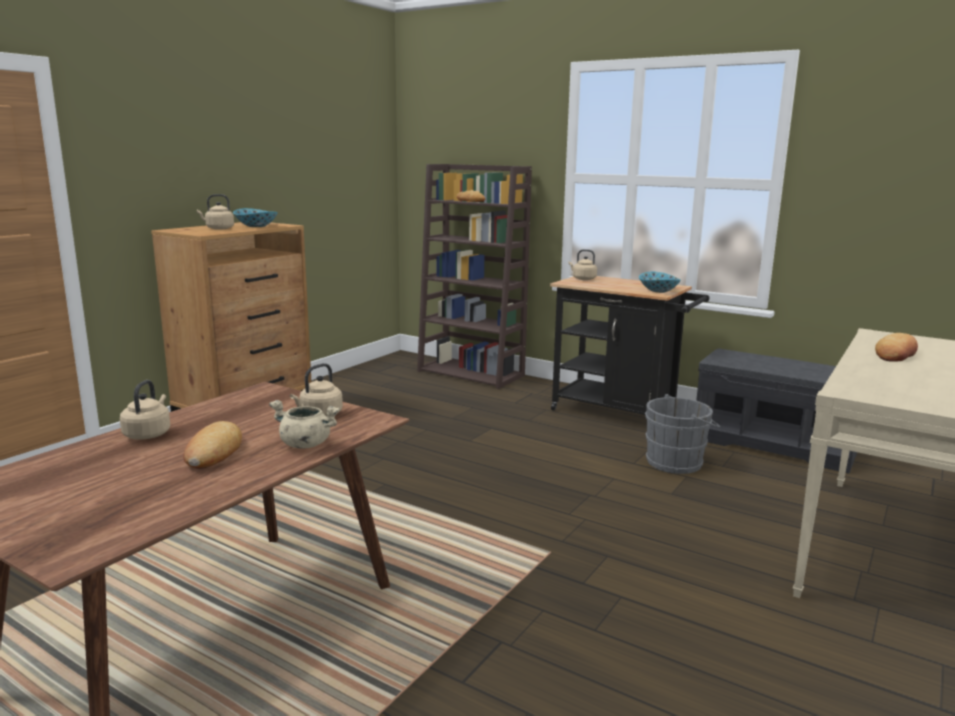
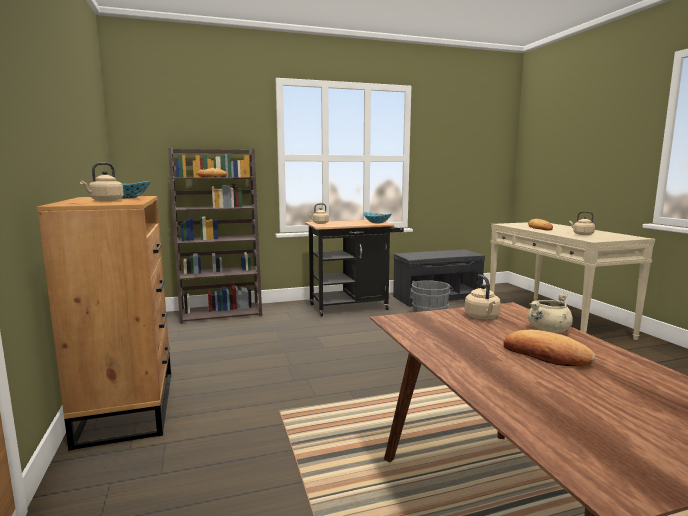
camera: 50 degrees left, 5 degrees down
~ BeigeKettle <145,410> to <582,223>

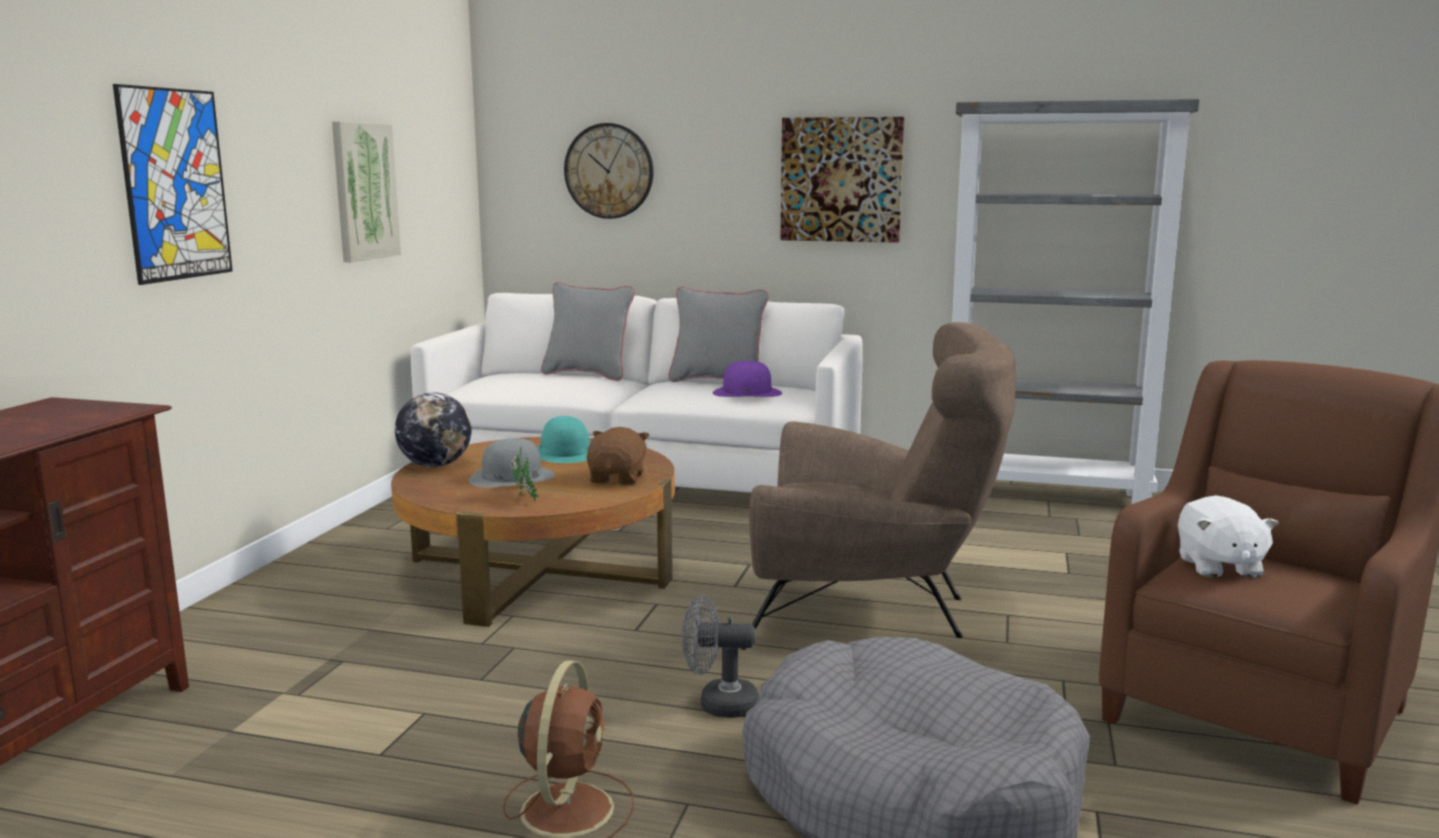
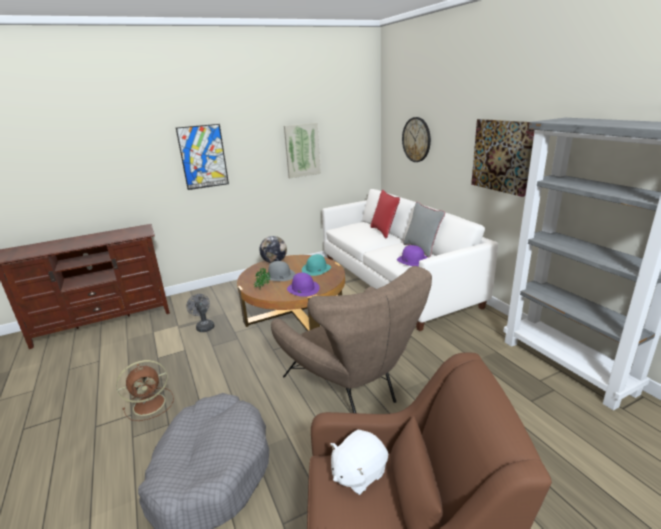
camera: 50 degrees right, 10 degrees up
~ GreyFan <720,656> to <200,313>
~ BrownPlushToy <617,456> to PurpleHat <303,285>
~ GreyPillow <588,331> to RedPillow <385,214>

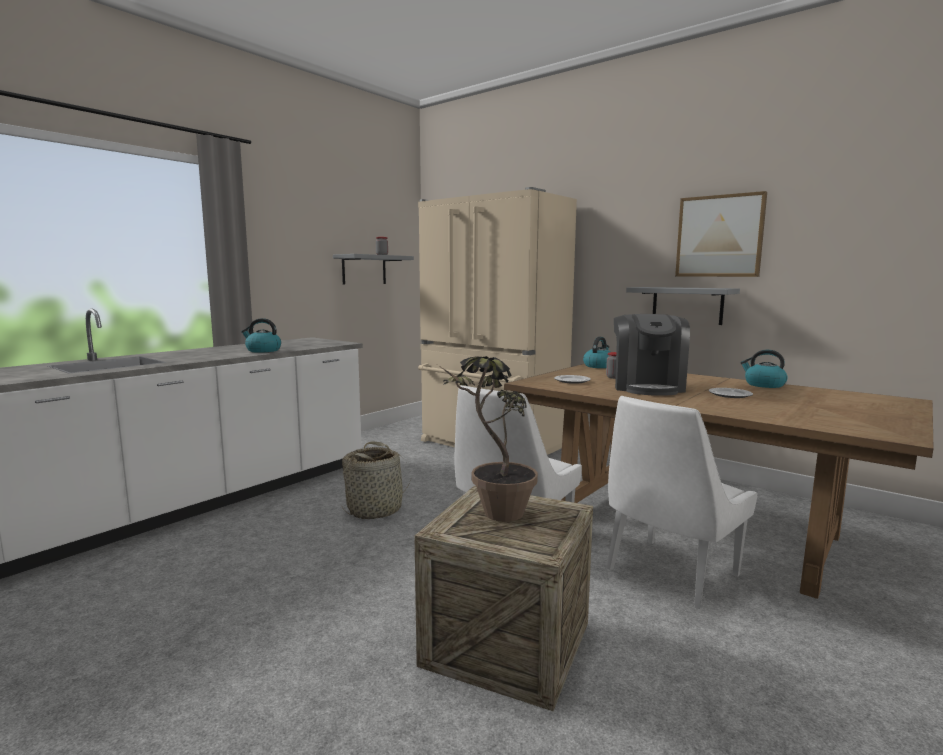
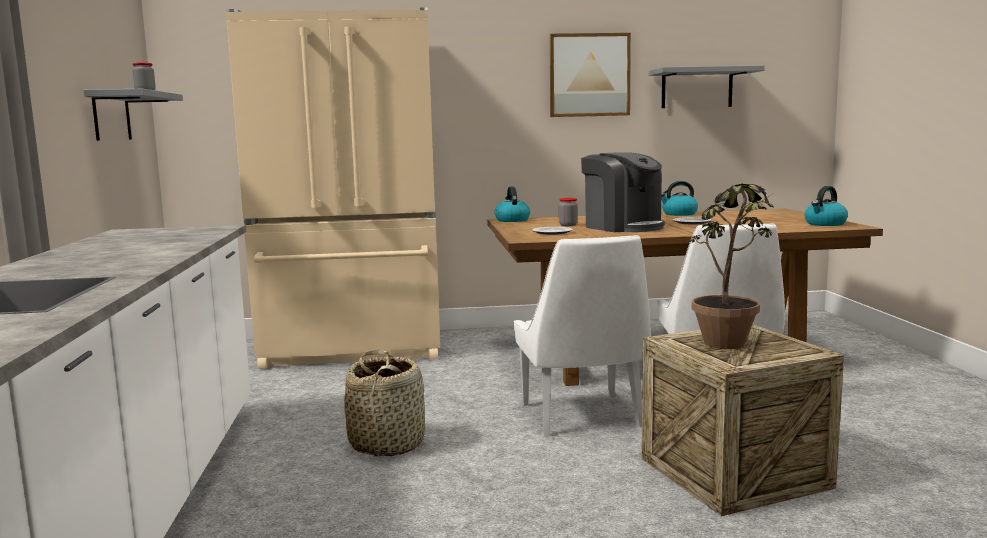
camera: 45 degrees left, 0 degrees up
~ GreyShelf <683,306> to <707,86>
~ Kettle <261,335> to <826,206>

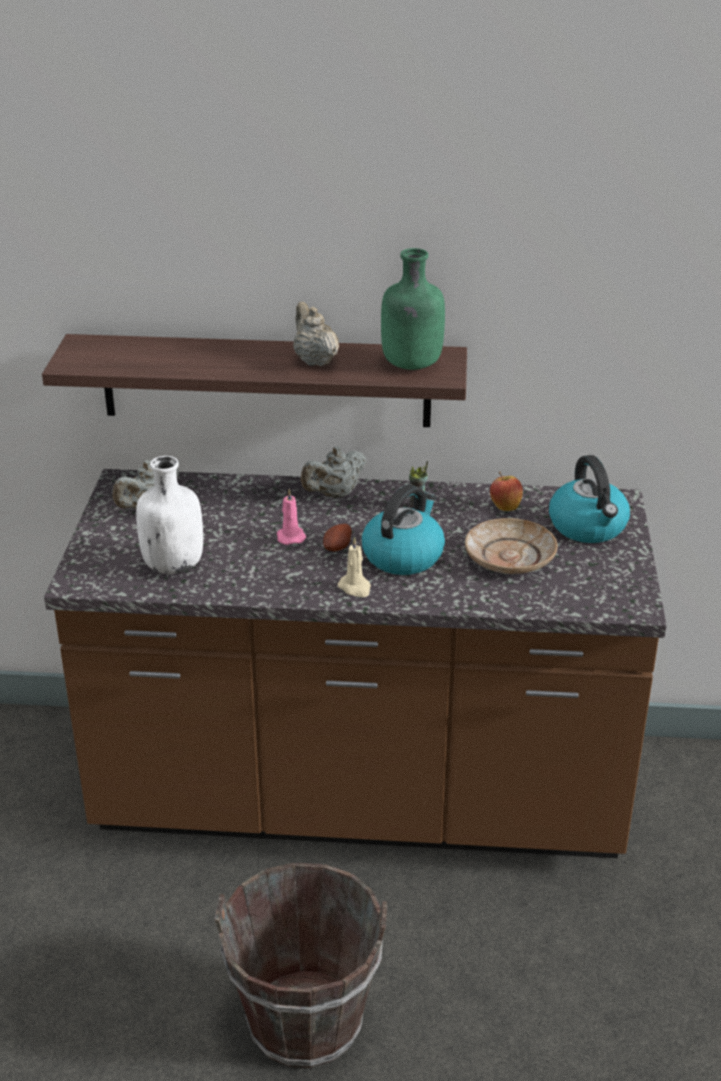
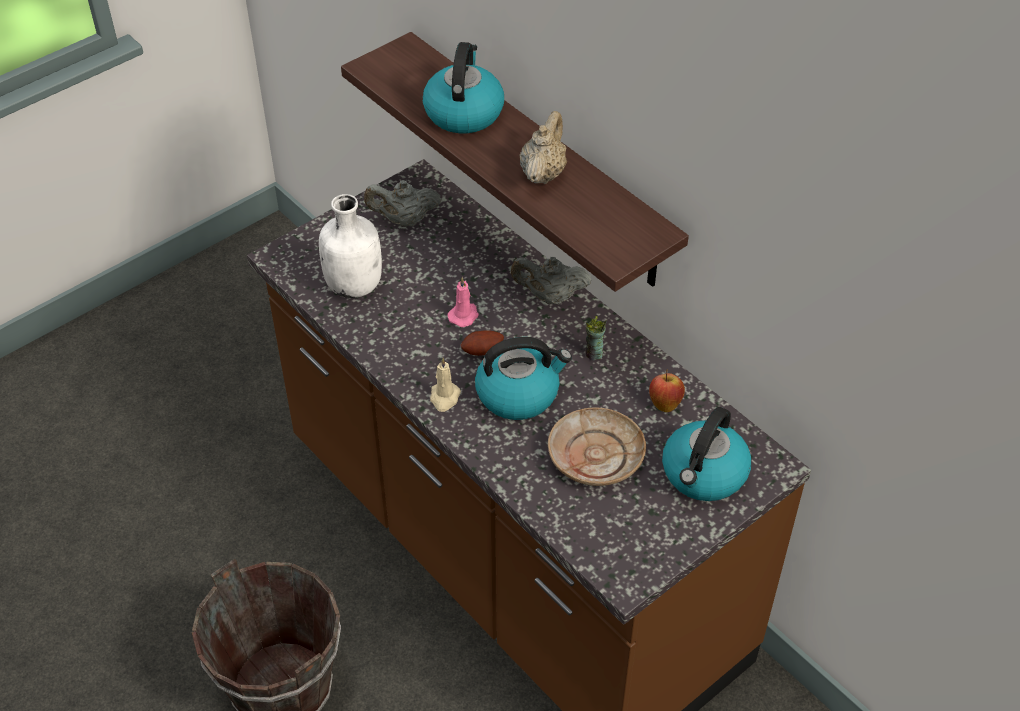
camera: 45 degrees right, 15 degrees up
+ Kettle <463,87>
- GreenBottle <413,309>

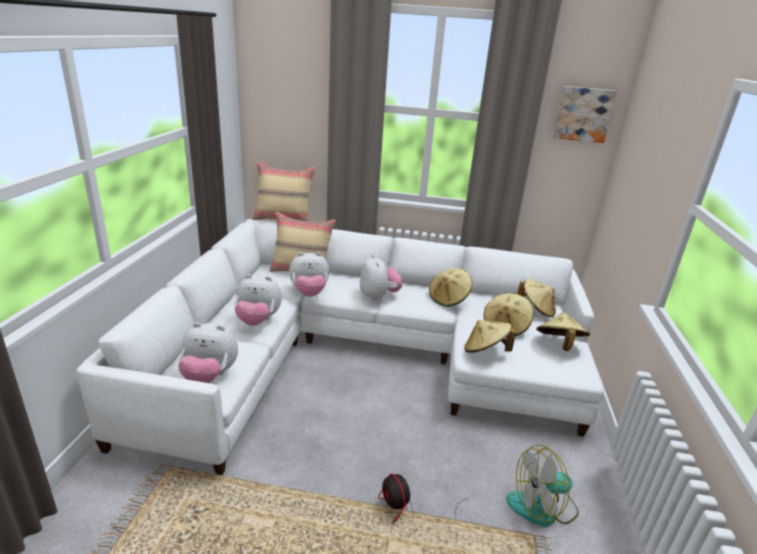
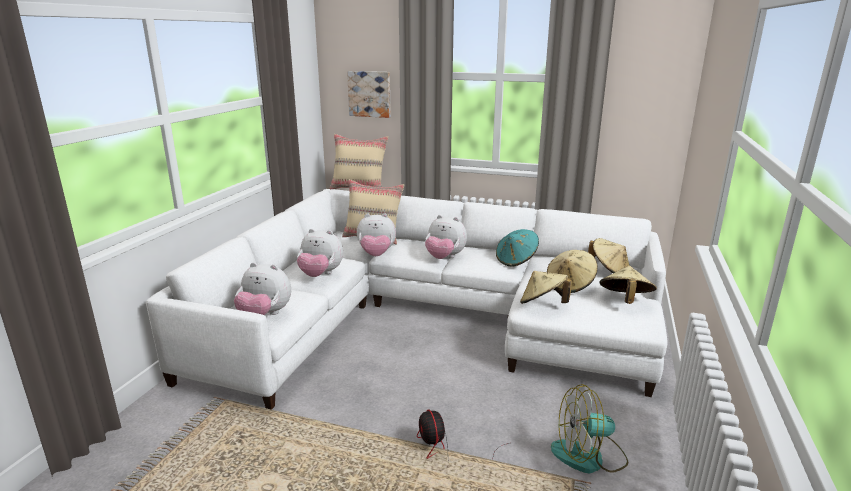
camera: 10 degrees right, 5 degrees down
~ Picture <585,114> to <369,94>
~ PlushToy <381,278> = <446,237> 120 degrees clockwise
~ BeigeHat <450,287> to TurquoiseHat <517,248>

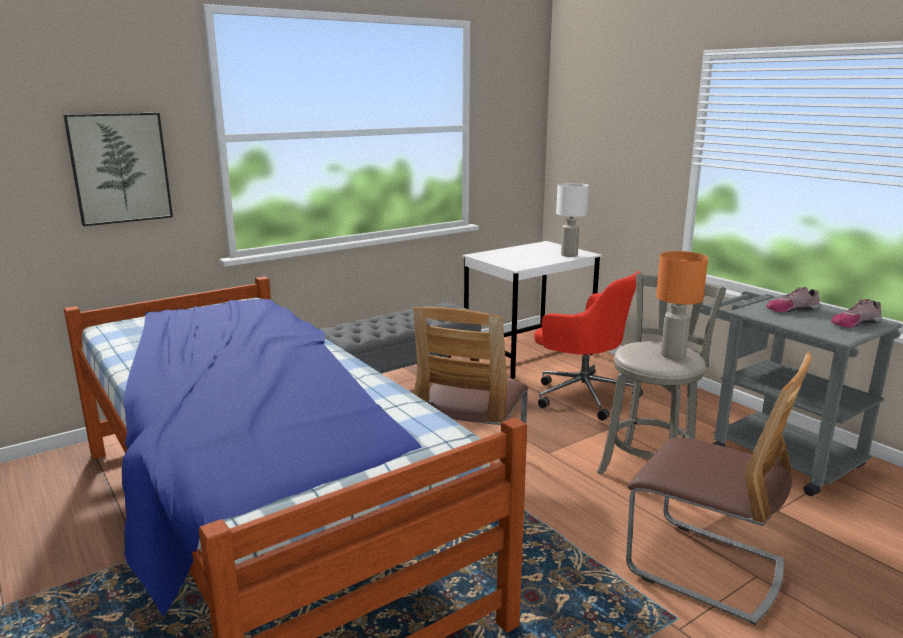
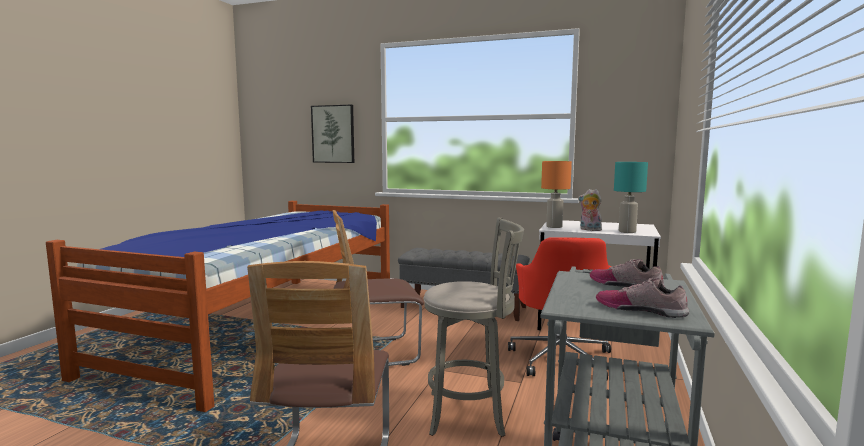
camera: 55 degrees right, 10 degrees down
~ OrangeTableLamp <682,305> to <556,194>
+ PlushToy <590,210>
~ WhiteTableLamp <572,220> to TurquoiseTableLamp <631,197>

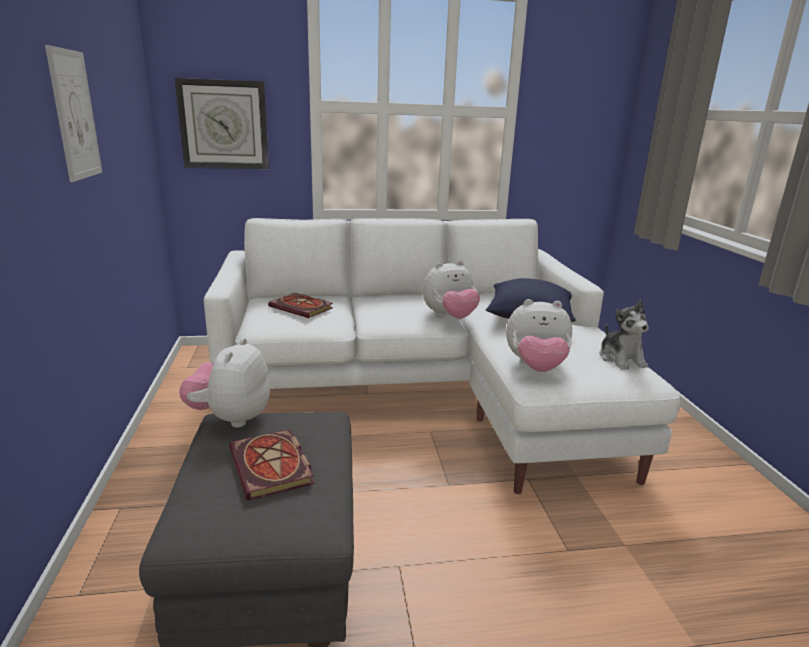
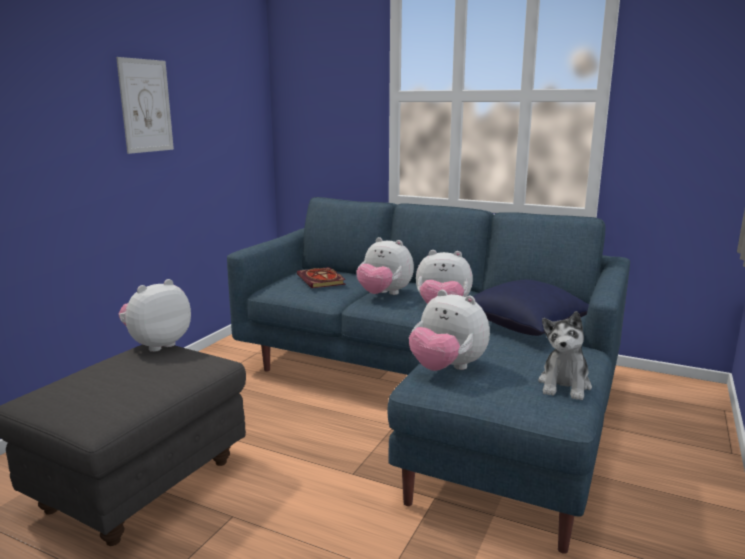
camera: 35 degrees right, 5 degrees down
~ WhiteSofa <442,356> to BlueSofa <428,375>
+ PlushToy <385,266>
- WallClock <222,123>
- Book <271,465>

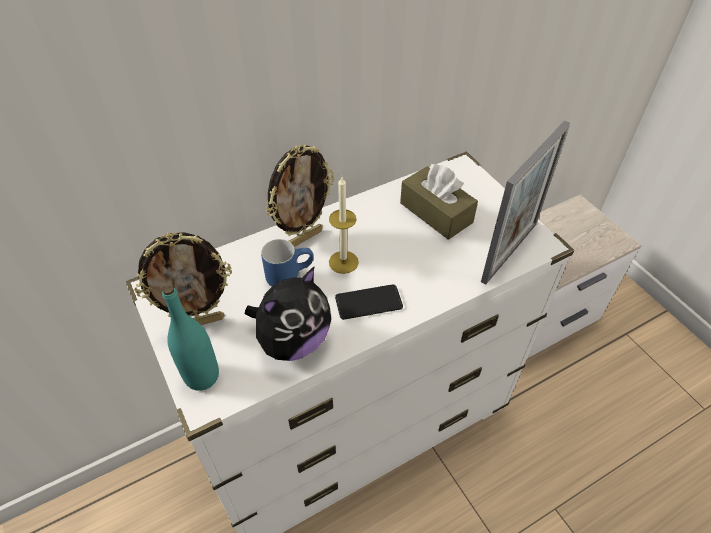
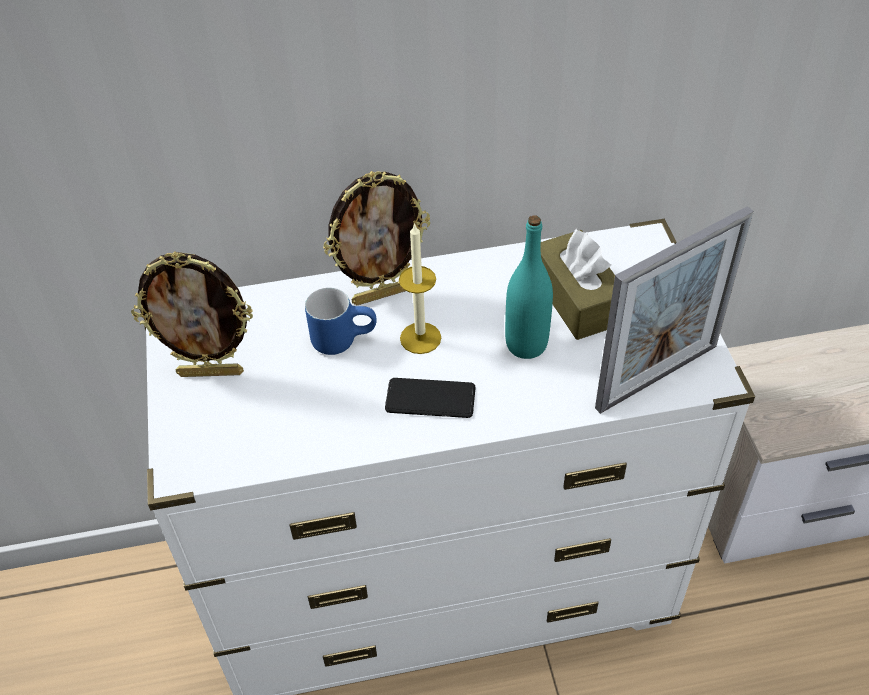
camera: 20 degrees right, 0 degrees up
~ TurquoiseBottle <190,338> to <529,287>
- PlushToy <288,314>

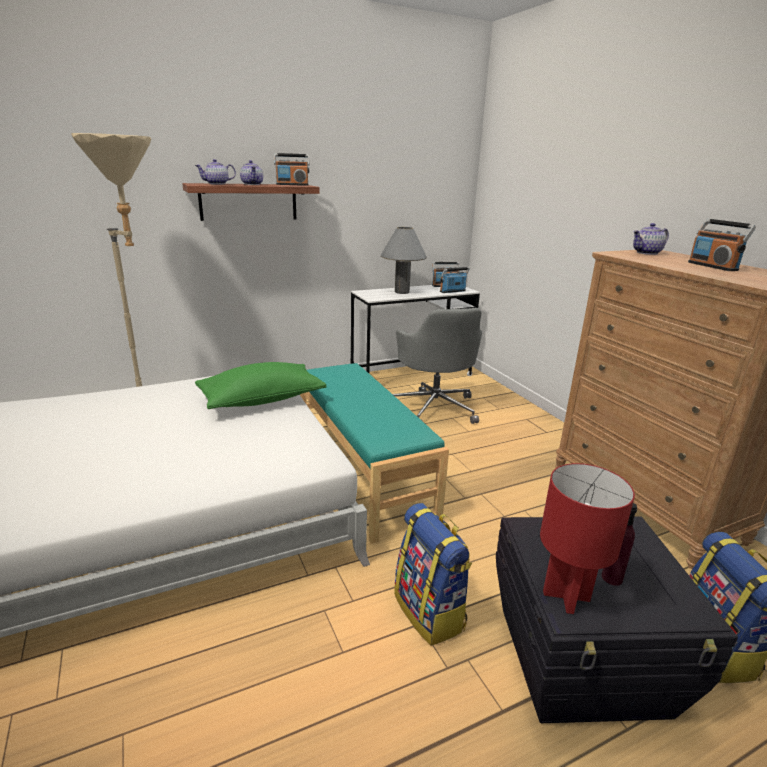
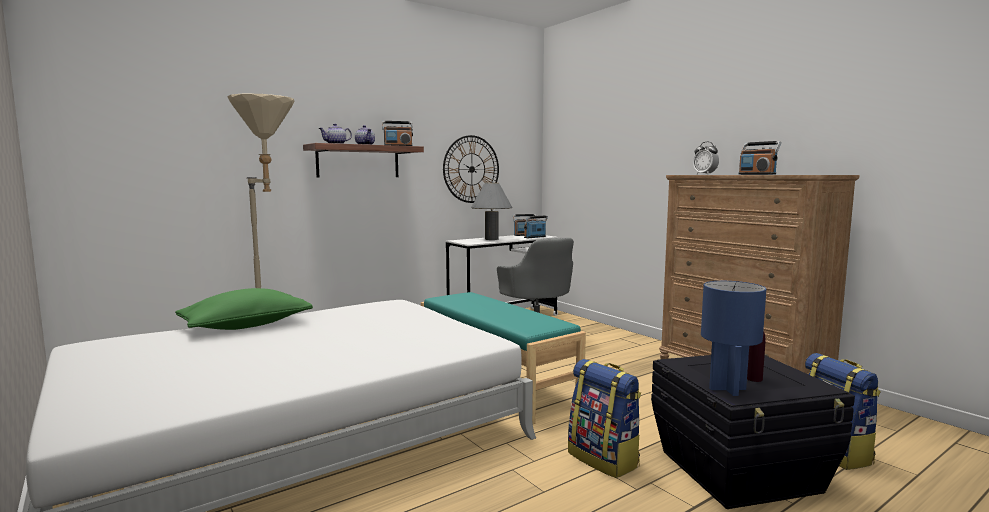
camera: 10 degrees left, 15 degrees down
~ GreenPillow <260,385> to <244,309>
+ WallClock <471,169>
~ Teapot <651,239> to AlarmClock <706,158>
~ RedTableLamp <587,538> to BlueTableLamp <733,338>

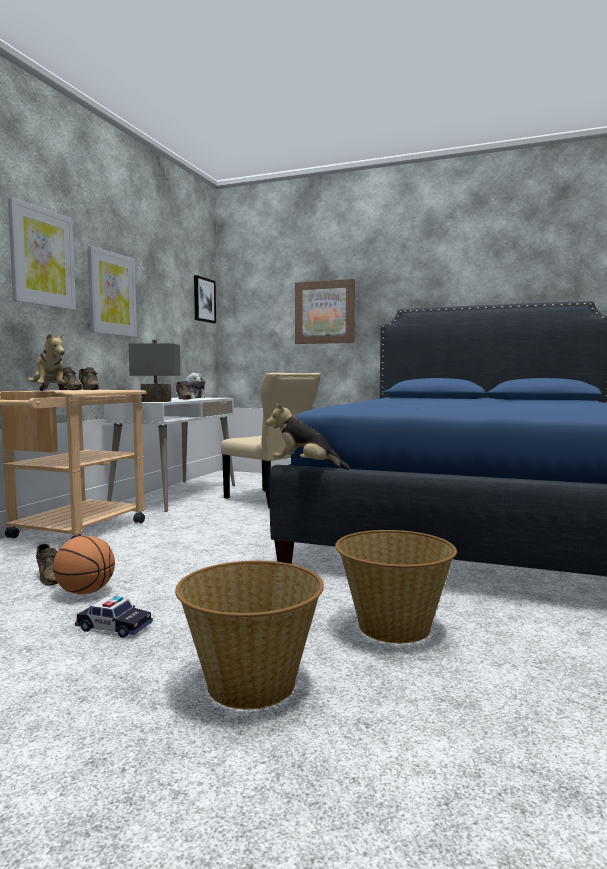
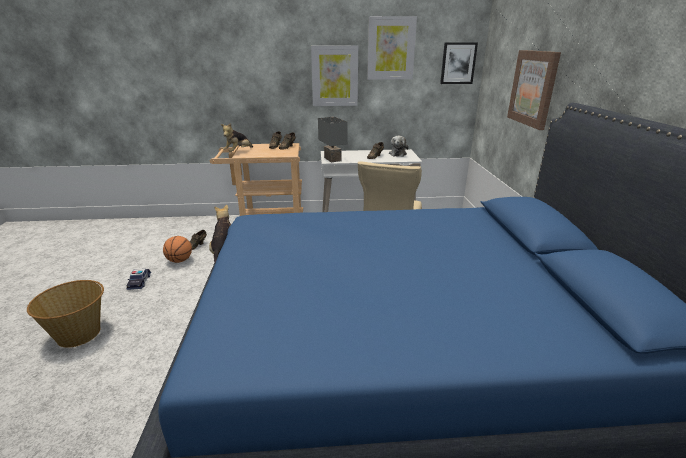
camera: 65 degrees right, 20 degrees up
~ Picture <42,253> to <392,48>
- Basket <396,586>

